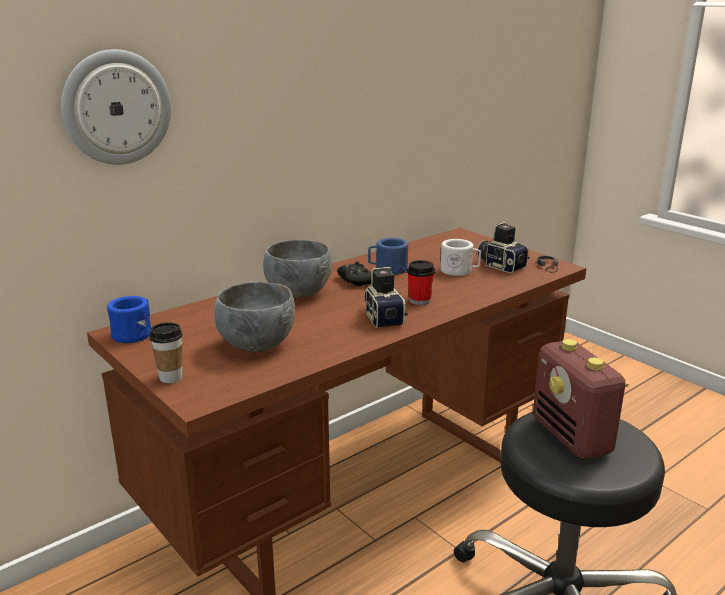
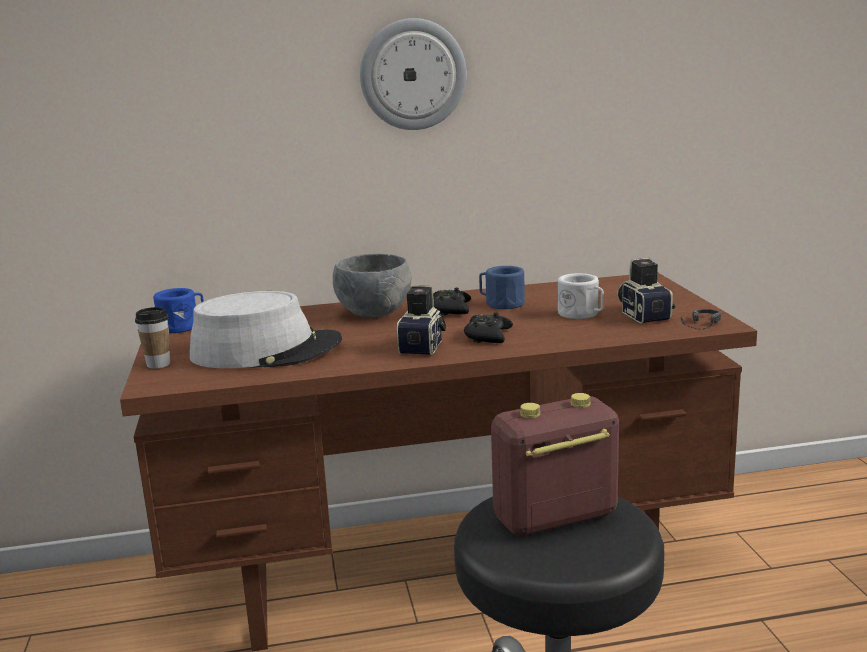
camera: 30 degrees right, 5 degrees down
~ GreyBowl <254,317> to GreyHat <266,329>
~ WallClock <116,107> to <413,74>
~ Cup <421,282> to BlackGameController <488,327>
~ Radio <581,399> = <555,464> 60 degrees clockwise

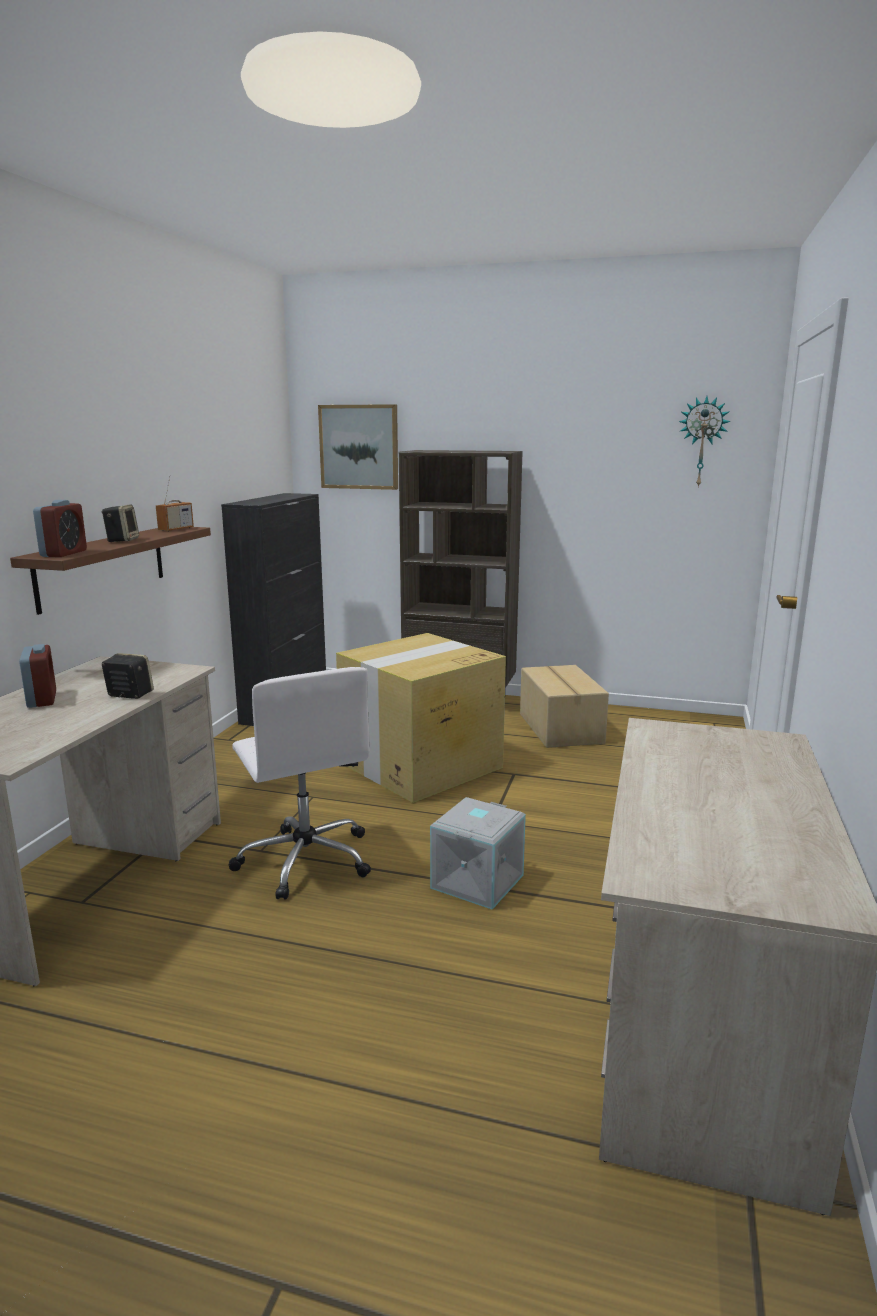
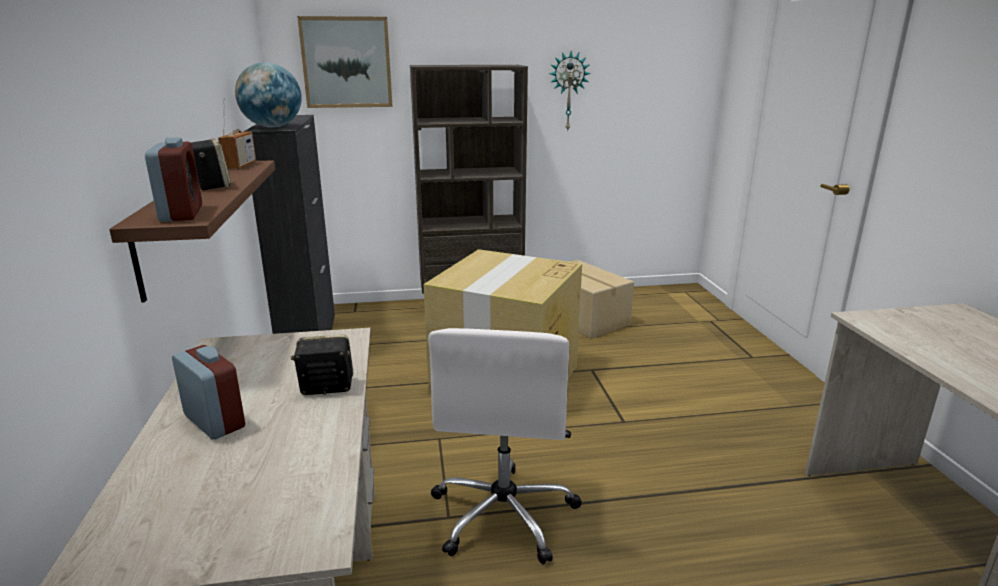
camera: 25 degrees left, 5 degrees up
+ Globe <268,95>
~ WhiteOfficeChair <299,783> = <505,446> 60 degrees clockwise
~ WallClock <704,442> to <570,91>
- GreyStorageBox <478,853>

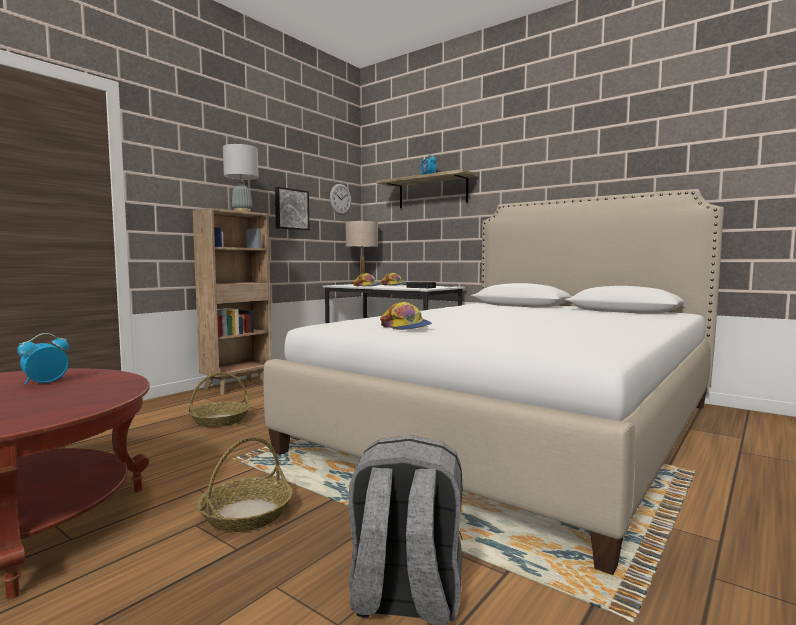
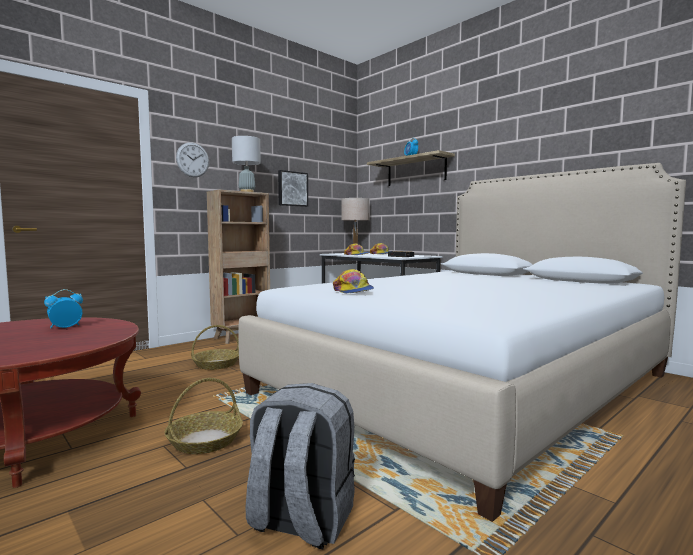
camera: 10 degrees right, 0 degrees up
~ WallClock <340,199> to <192,159>

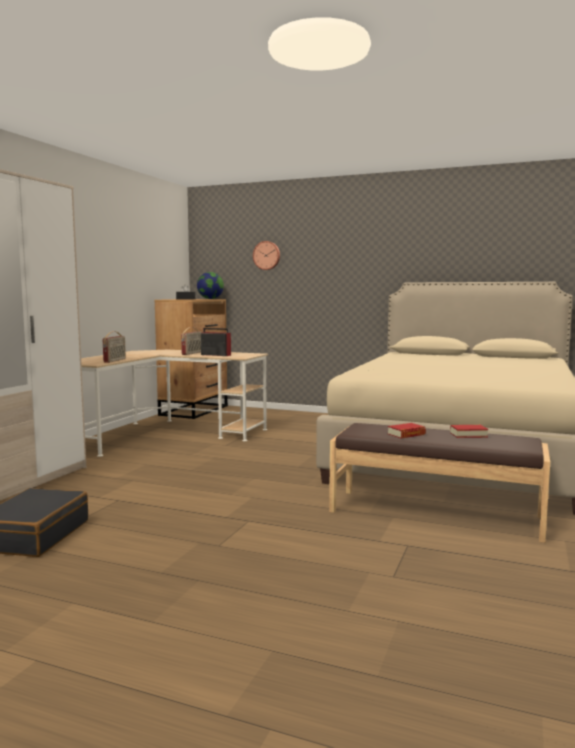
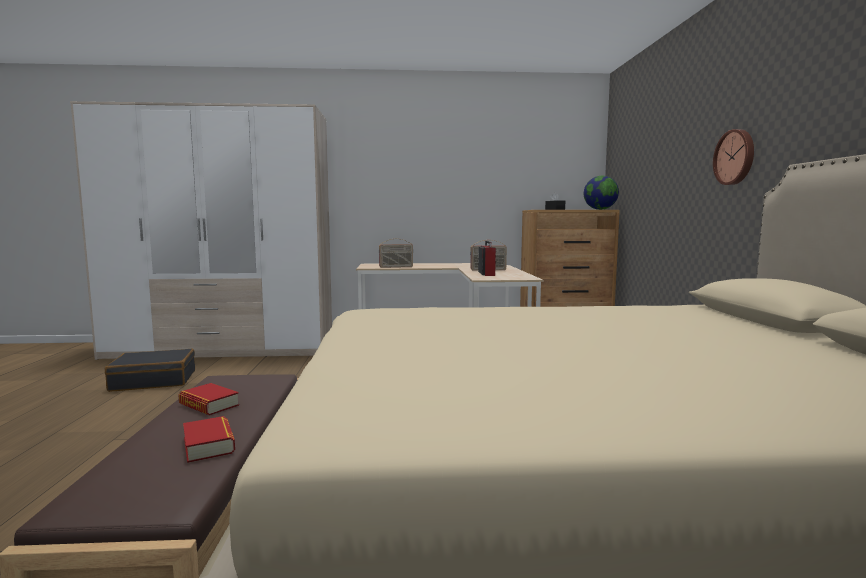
camera: 65 degrees right, 0 degrees up
~ WallClock <266,255> to <733,157>

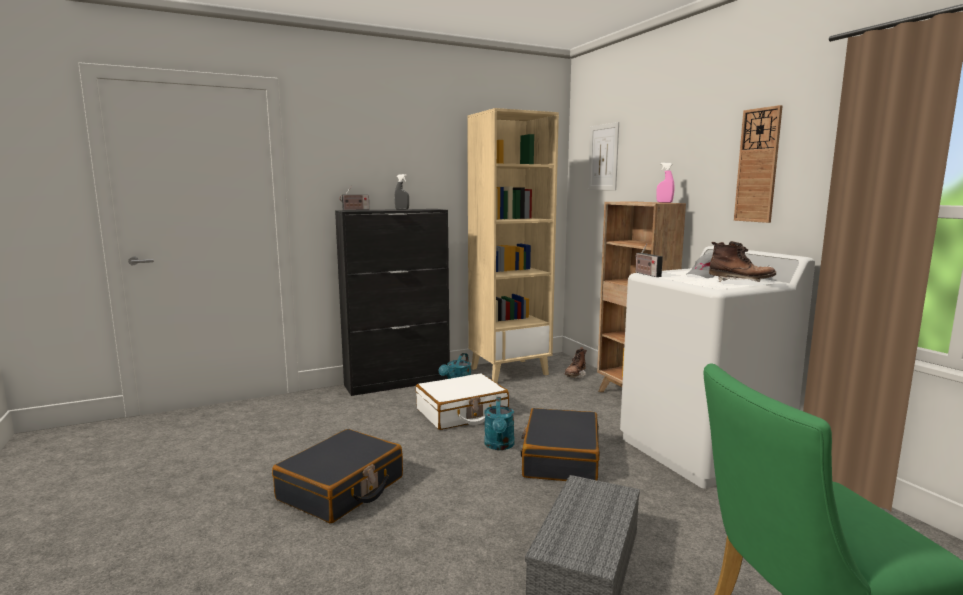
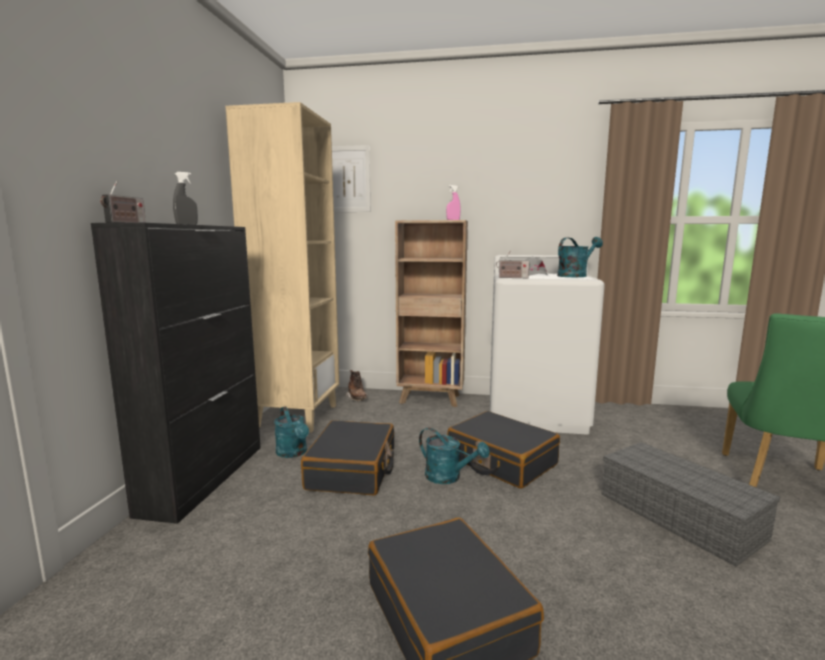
camera: 55 degrees left, 0 degrees up
~ WhiteSuitcase <462,401> to BlackSuitcase <347,457>
~ BrownBoot <742,262> to TurquoiseWateringCan <580,257>
- WallClock <758,164>

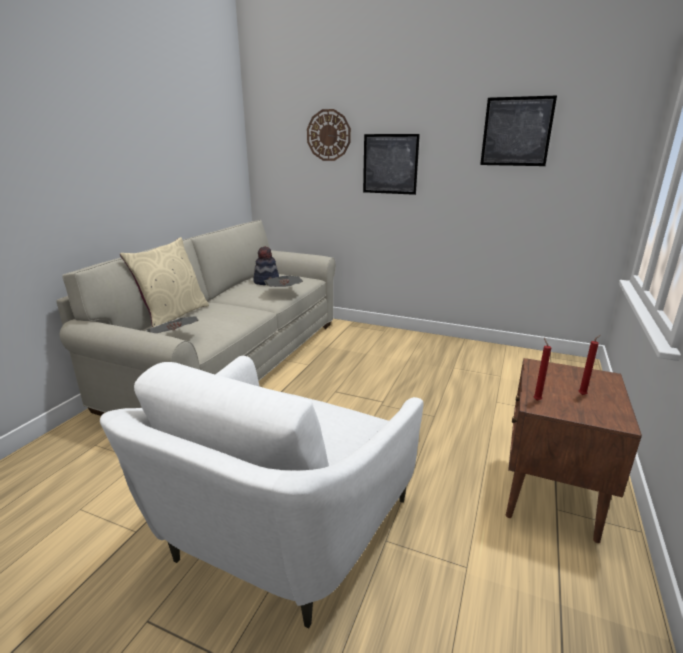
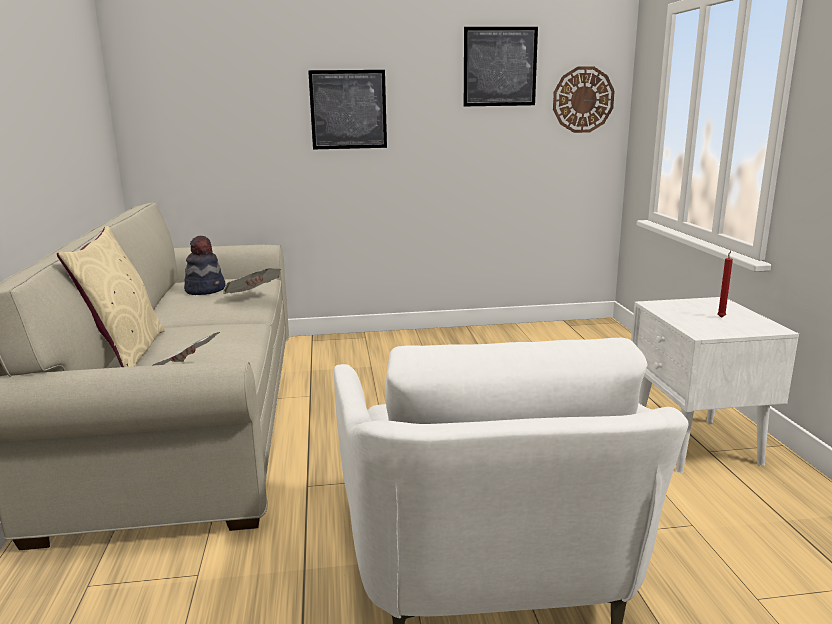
camera: 30 degrees left, 5 degrees down
~ WallClock <329,135> to <584,99>
~ BrownNightstand <574,450> to WhiteNightstand <715,385>
- RedCandle <543,369>

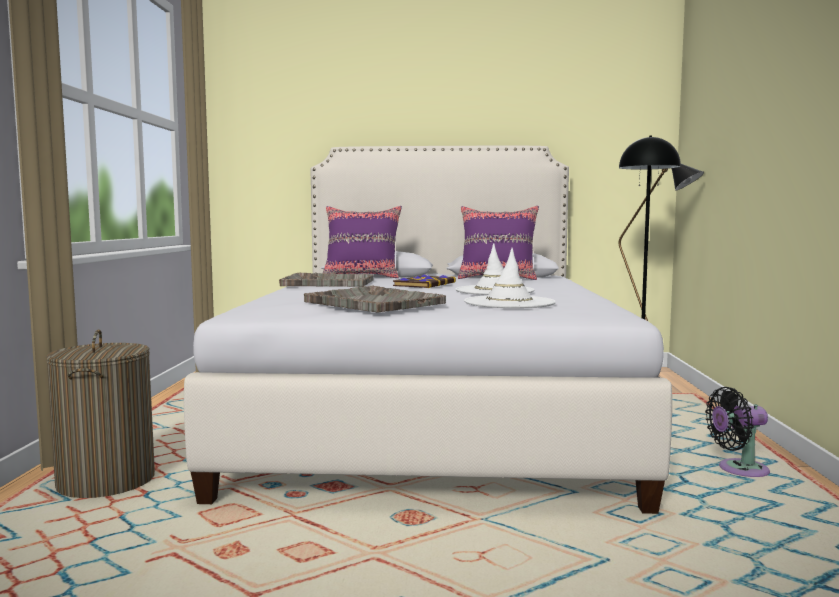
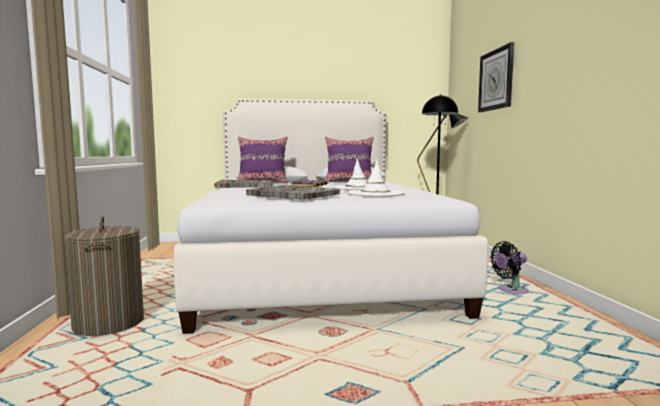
camera: 10 degrees left, 0 degrees up
+ WallClock <496,77>

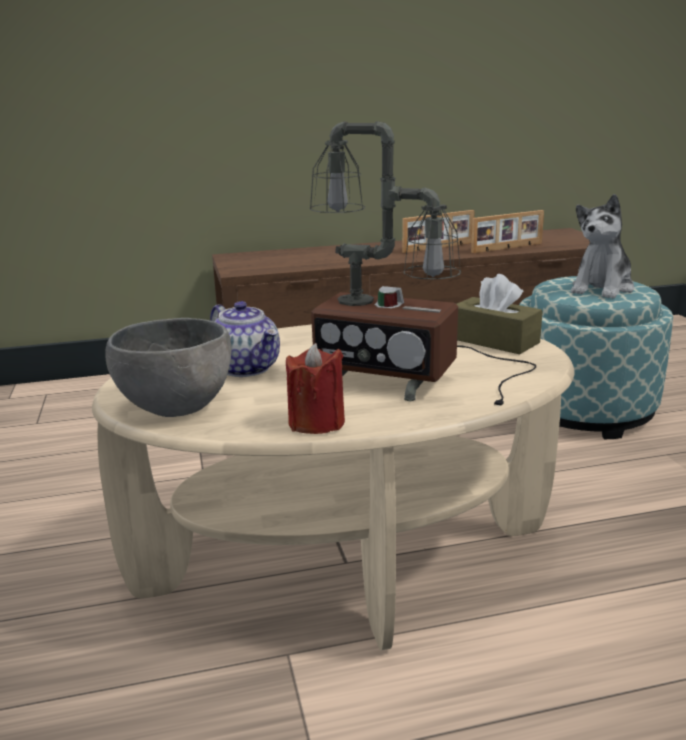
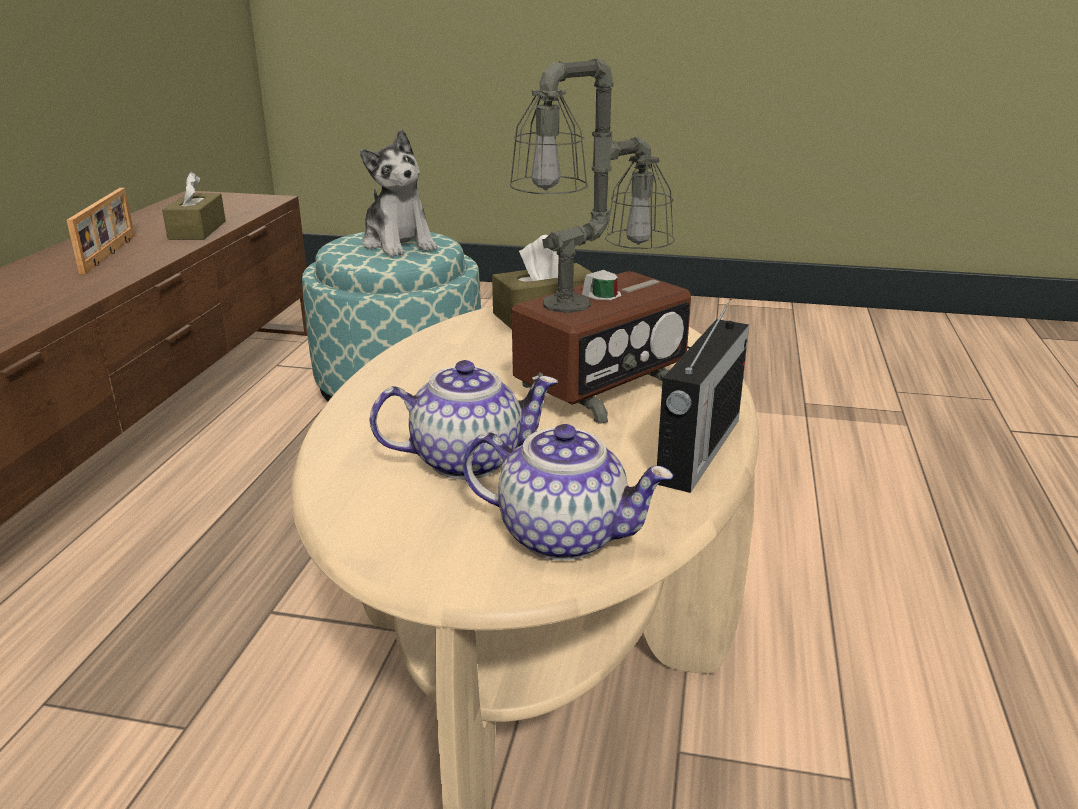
camera: 65 degrees left, 5 degrees up
~ PictureFrame <507,231> to BrownTissueBox <194,206>
~ GreyBowl <168,367> to Teapot <568,492>
~ RedCandle <315,388> to Radio <703,396>

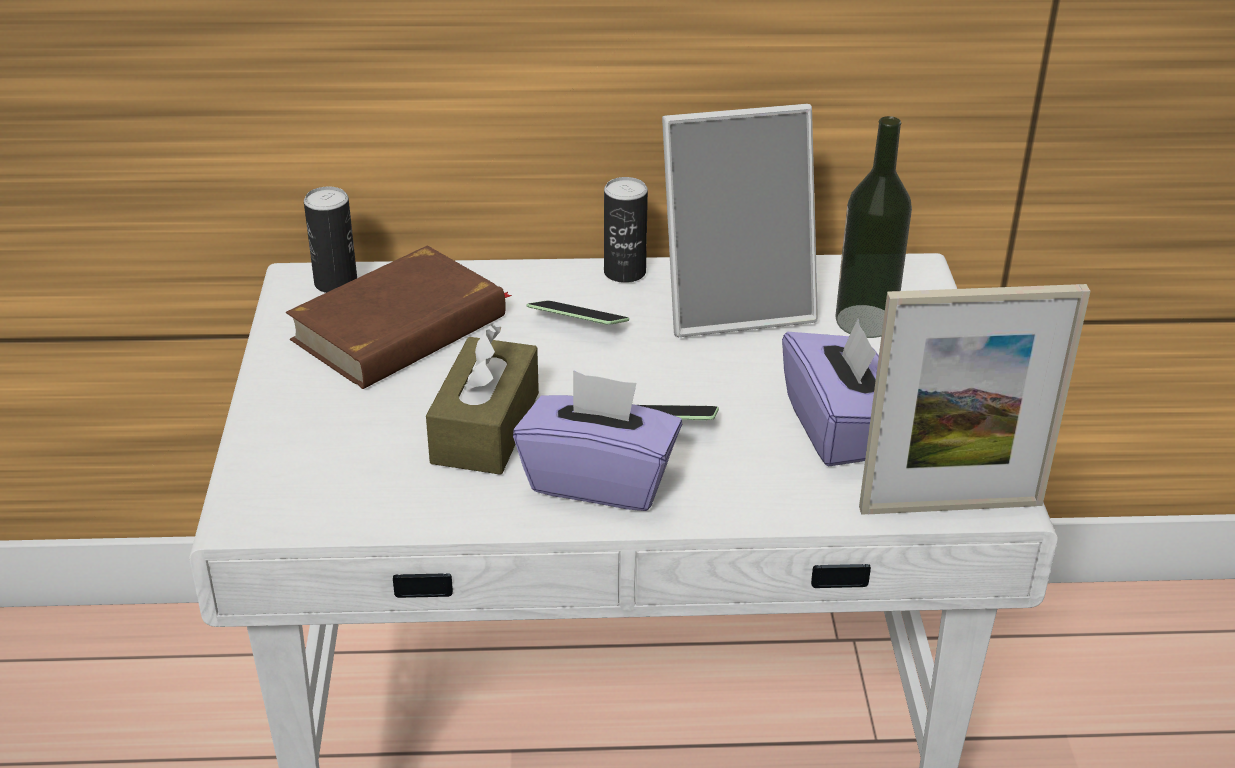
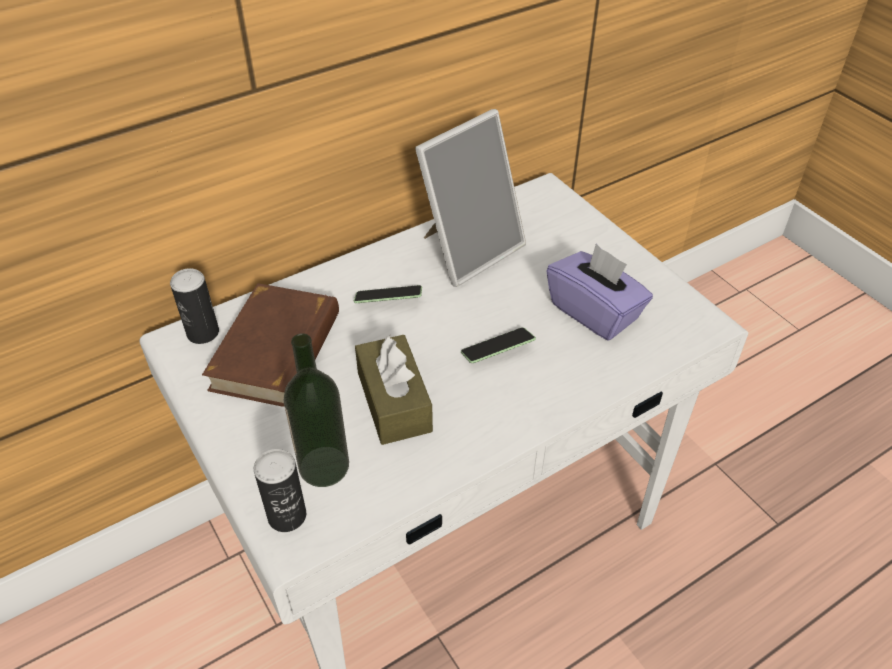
camera: 30 degrees left, 10 degrees up
~ Can <626,230> to <280,490>
~ Bottle <873,227> to <316,410>
- PurpleTissueBox <597,440>
- PictureFrame <974,399>

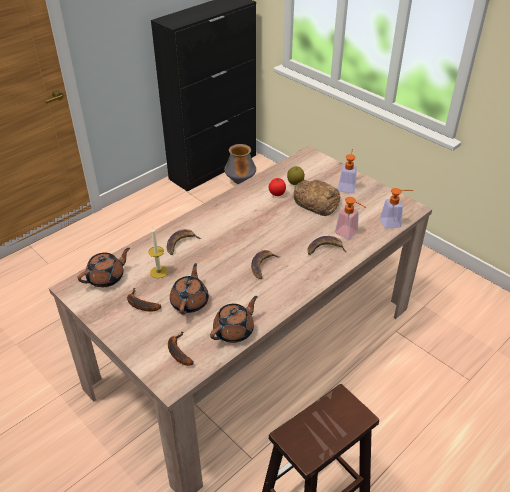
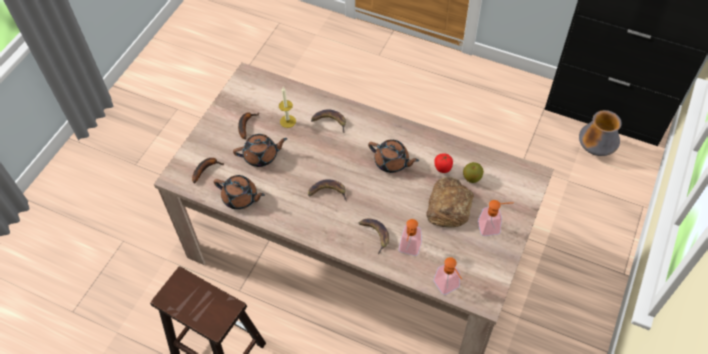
camera: 70 degrees right, 15 degrees up
~ BrownTeapot <103,267> to <393,156>

